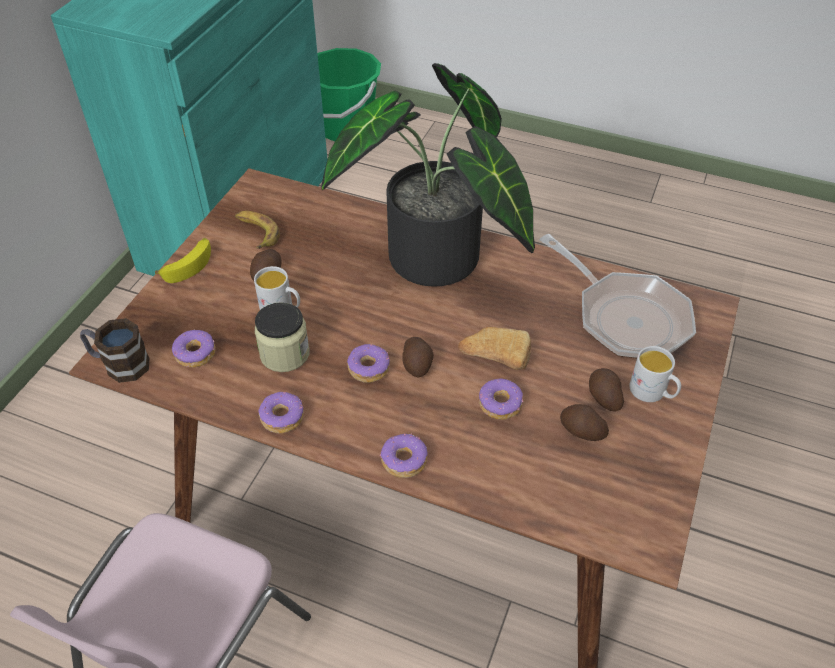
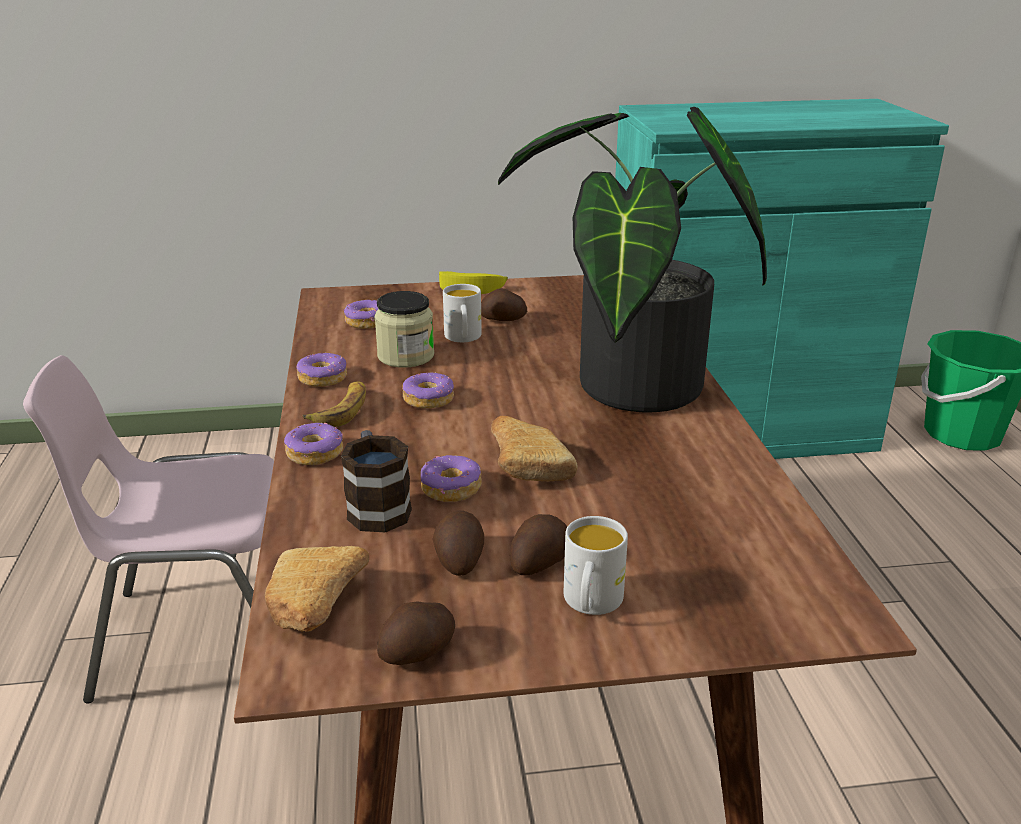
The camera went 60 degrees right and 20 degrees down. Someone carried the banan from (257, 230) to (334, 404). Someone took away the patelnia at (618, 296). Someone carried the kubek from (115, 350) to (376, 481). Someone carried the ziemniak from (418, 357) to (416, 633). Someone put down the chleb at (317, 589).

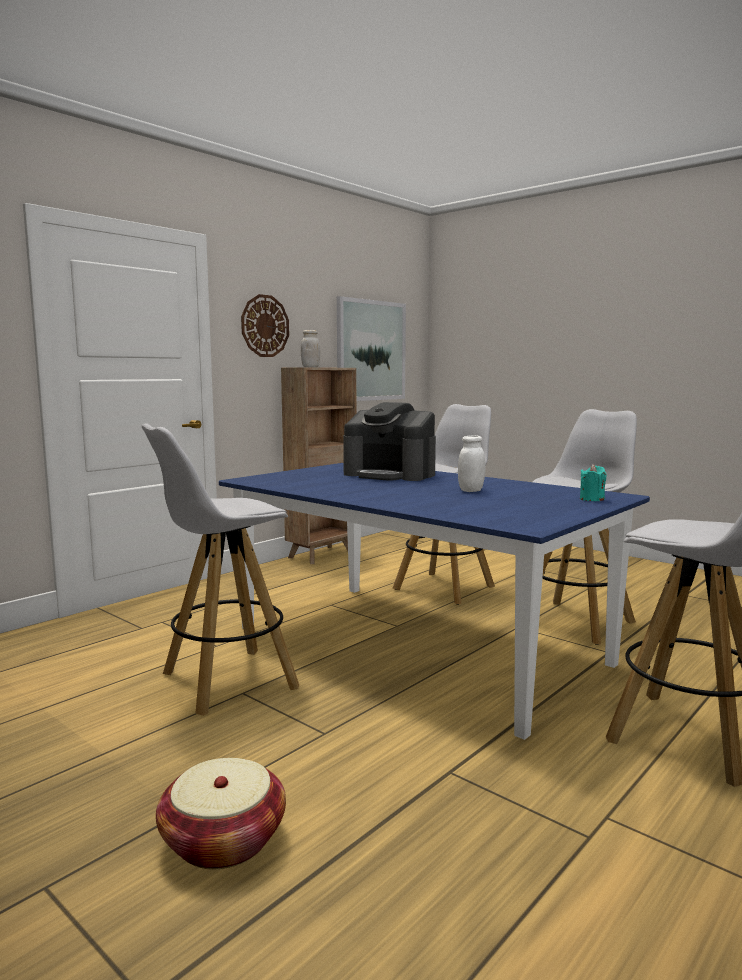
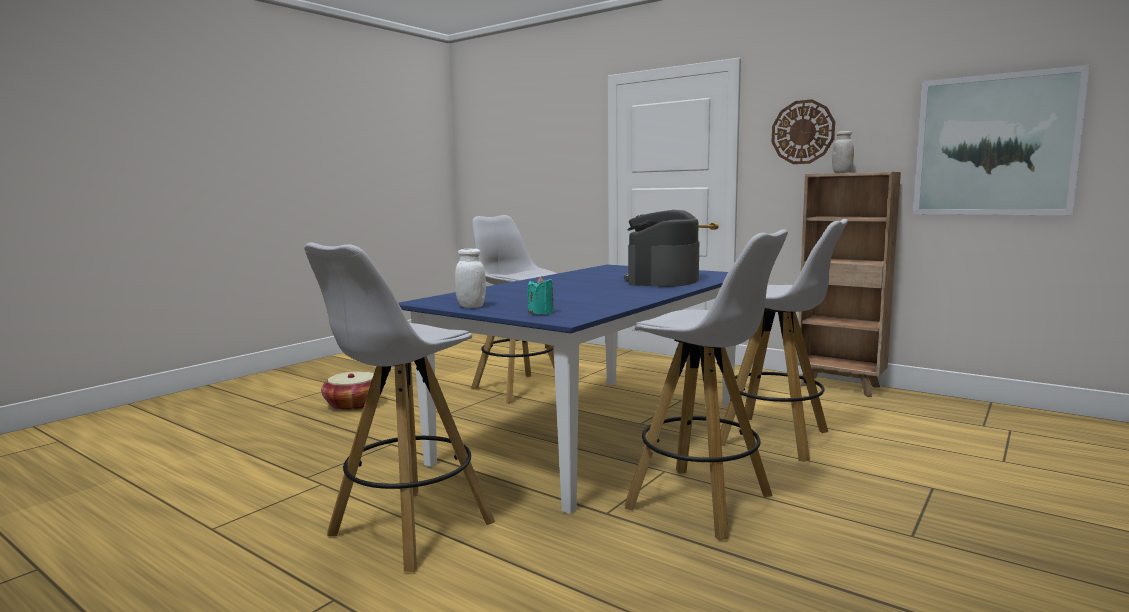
The camera went 85 degrees right and 0 degrees up. Someone carried the słoik (biały) from (472, 463) to (470, 278).

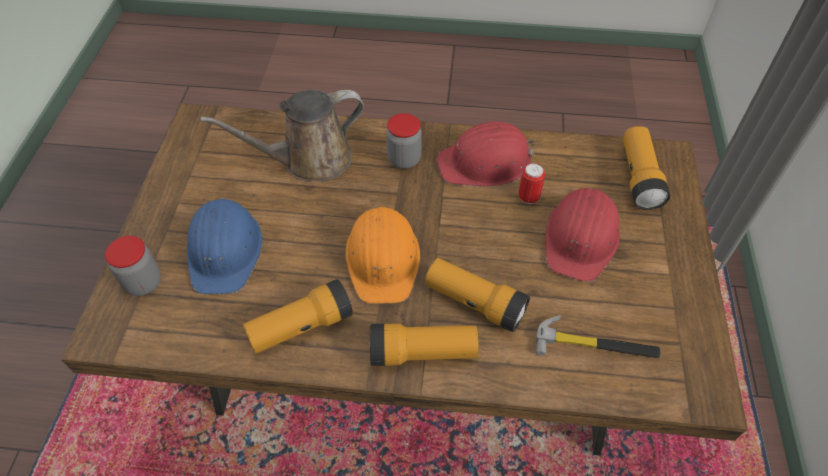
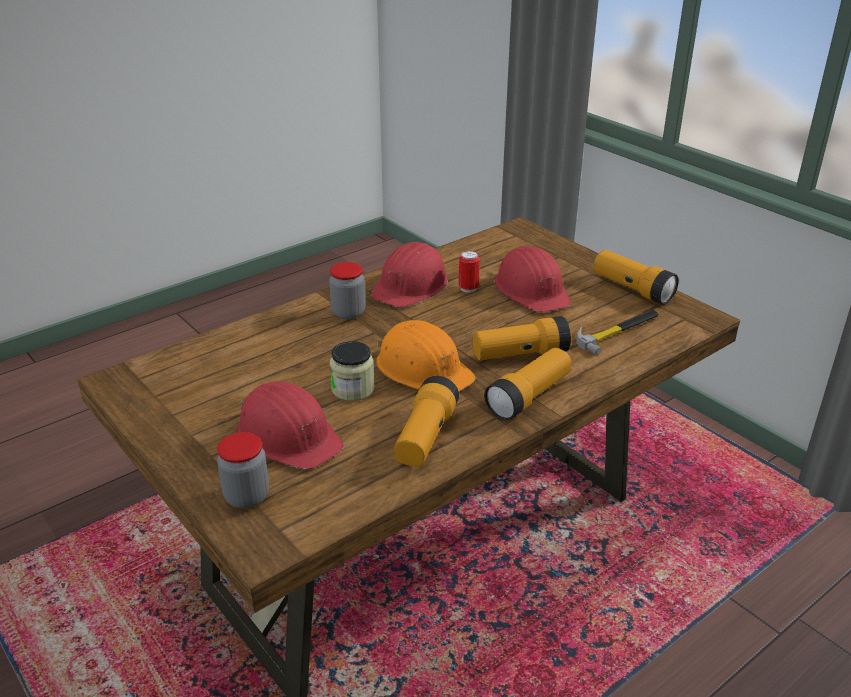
The camera went 45 degrees left and 20 degrees down. Someone took away the konewka (brązowy) at (282, 135). Someone carried the latarka from (646, 168) to (636, 277). Someone repainted the kask (niebieski) at (224, 246), which became the kask (czerwony) at (290, 425). Someone put down the słoik at (352, 371).

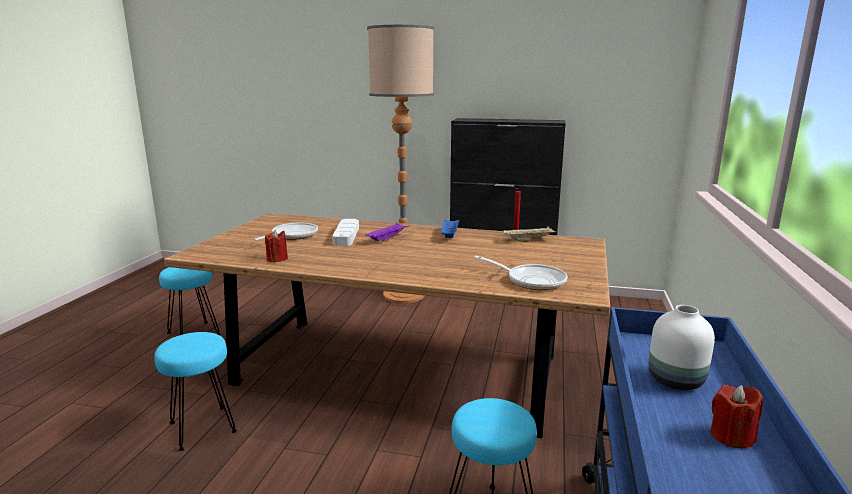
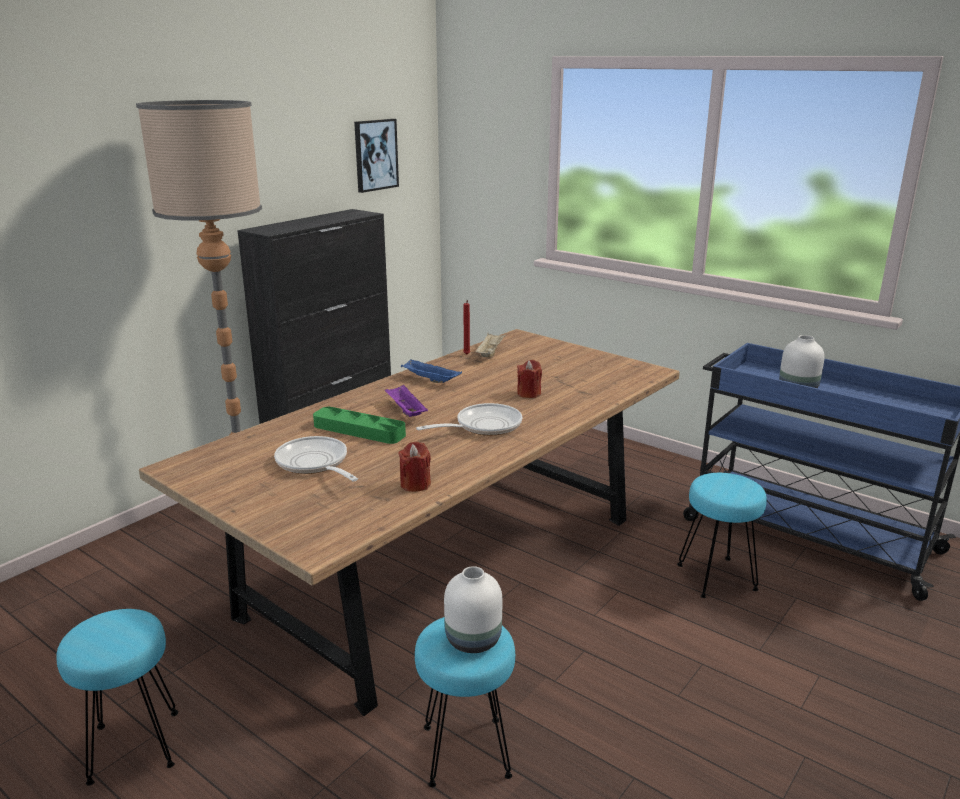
The camera went 65 degrees left and 5 degrees up. Someone repainted the taca (szary) at (345, 232), which became the taca (zielony) at (359, 425). Someone carried the patelnia from (521, 273) to (469, 419). Someone carried the świeca (czerwony) from (736, 416) to (529, 379). Someone put up the obraz at (376, 156). Someone put down the wazon (biały) at (473, 609).

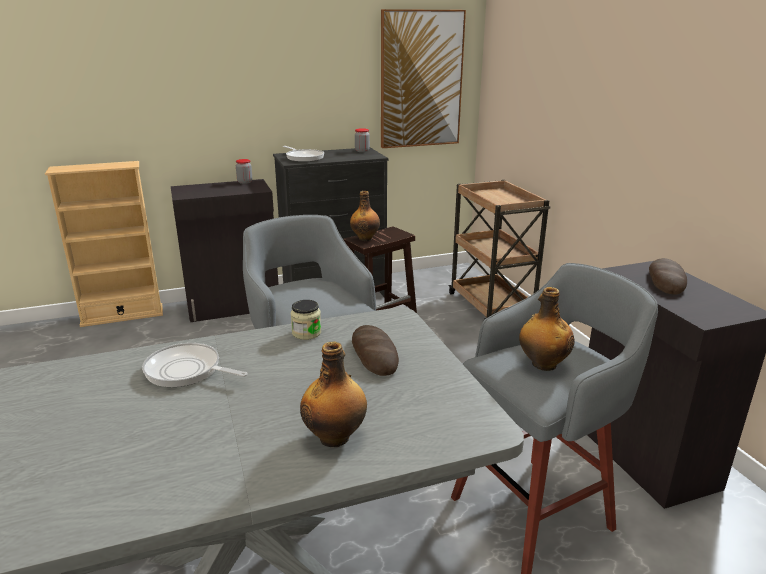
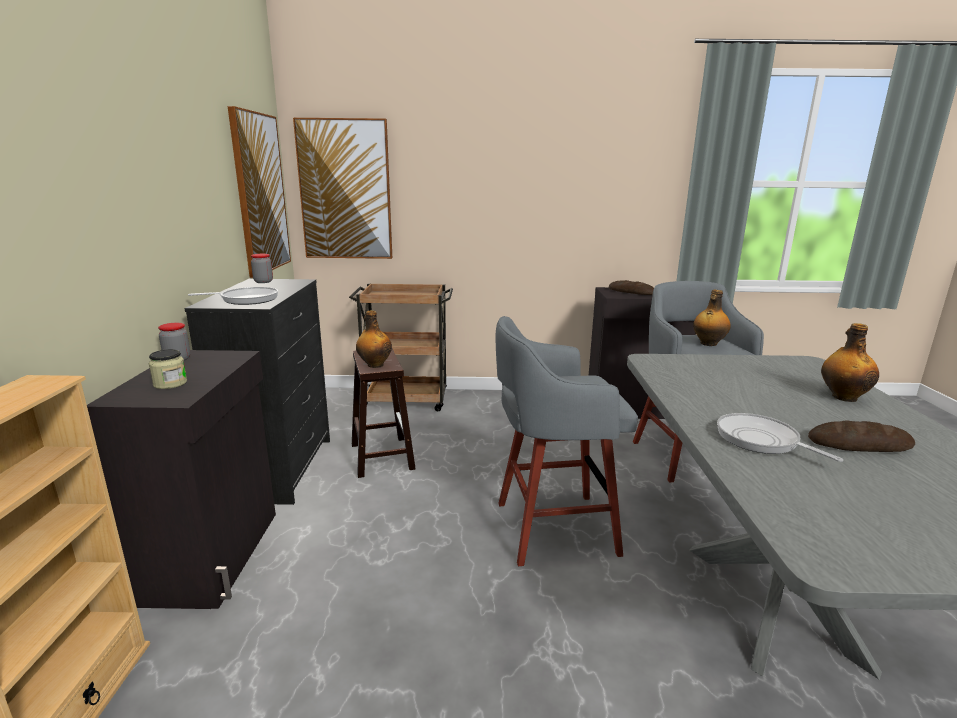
The camera went 70 degrees left and 5 degrees down. Someone carried the słoik from (306, 320) to (168, 369). Someone carried the chleb from (375, 350) to (861, 436). Someone rotated the patelnia at (195, 365) by 105 degrees clockwise. Someone put up the obraz at (342, 188).

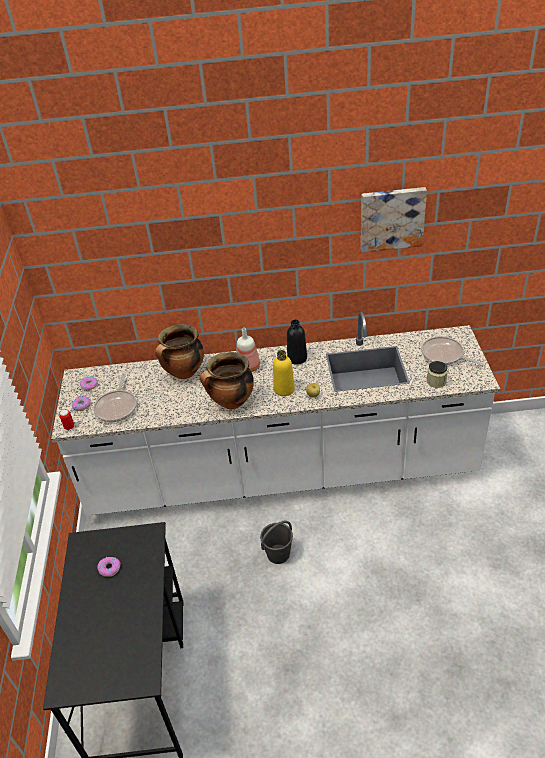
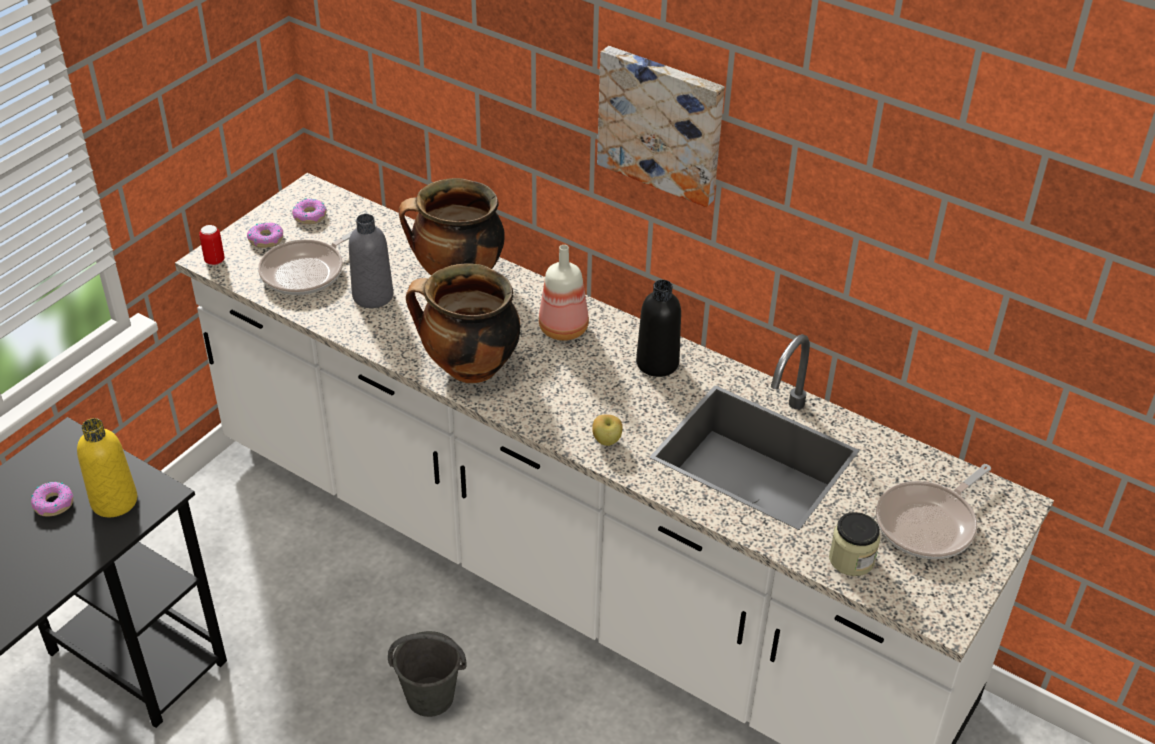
The camera went 35 degrees right and 0 degrees up. Someone carried the obraz from (394, 220) to (661, 126). Someone rotated the patelnia at (452, 351) by 120 degrees counterclockwise. Someone carried the butelka (żółty) from (284, 373) to (107, 467). Someone put down the butelka (szary) at (371, 261).

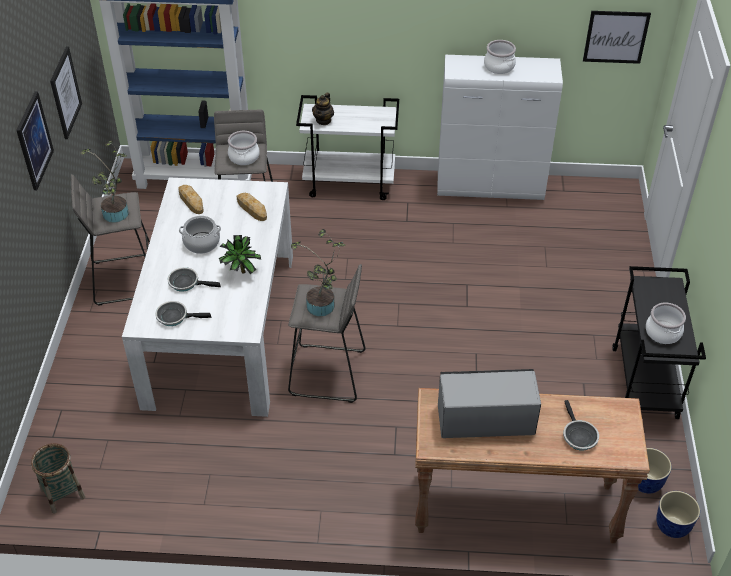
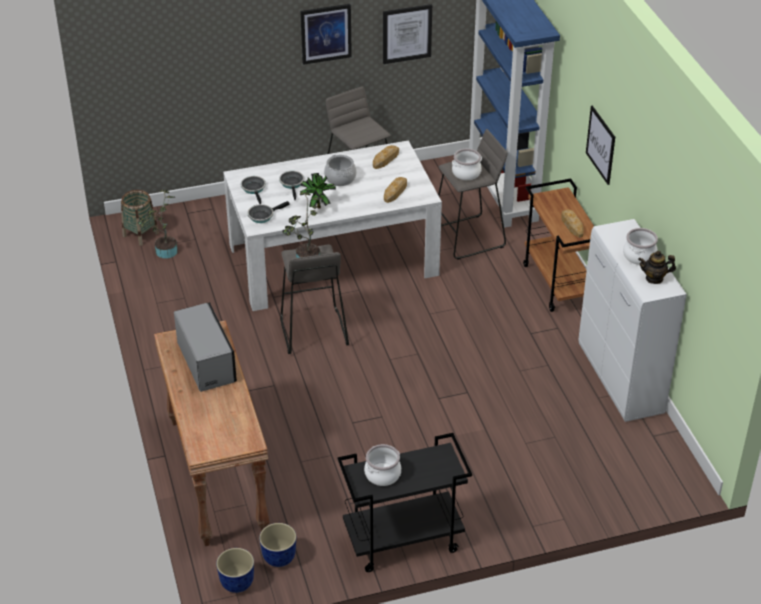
The camera went 70 degrees right and 5 degrees down. Someone carried the obraz from (617, 37) to (600, 145). Someone carried the imbryk from (323, 108) to (657, 267). Someone repainted the wózek (biały) at (347, 147), which became the wózek (brązowy) at (558, 245). Someone carried the roślina doniczkowa from (104, 181) to (158, 224). Someone carried the patelnia from (581, 425) to (269, 212). Someone put down the chleb at (572, 223).

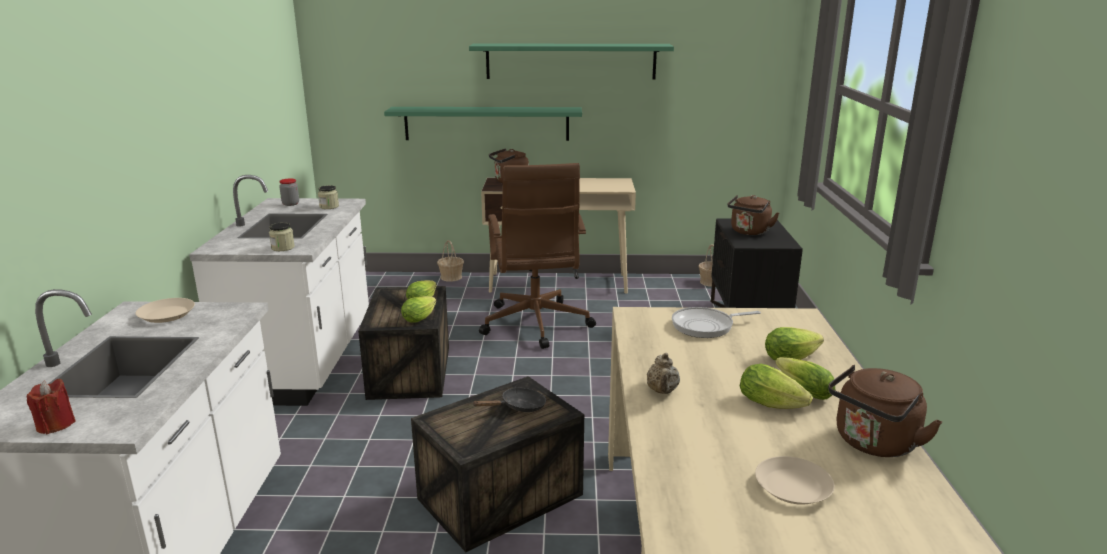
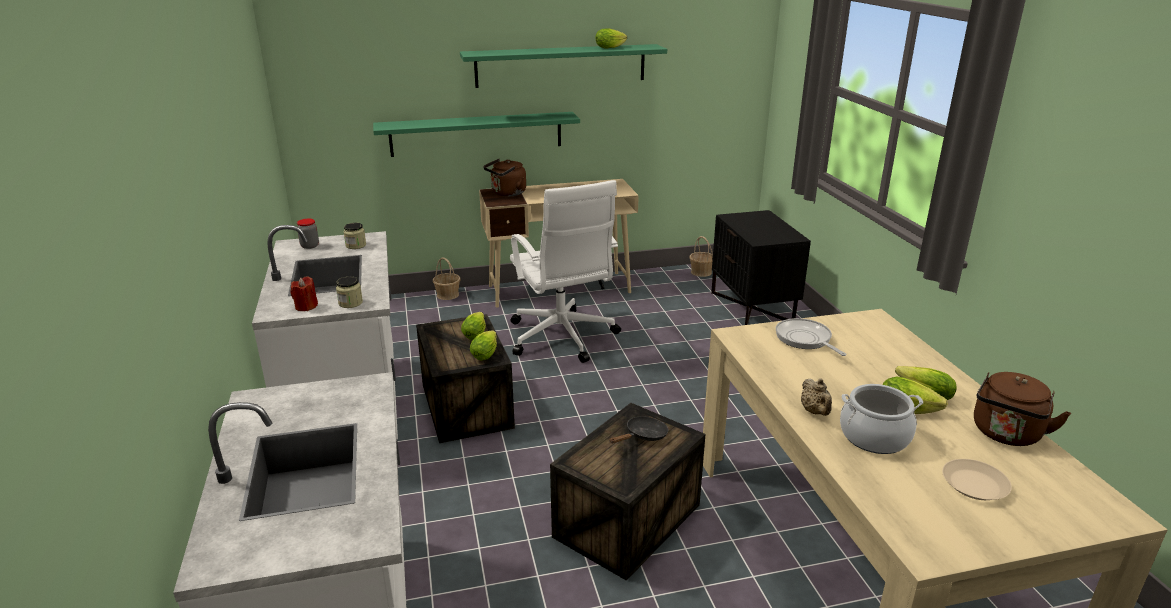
The camera went 15 degrees left and 5 degrees up. Someone repainted the krzesło biurowe (brązowy) at (537, 256), which became the krzesło biurowe (biały) at (565, 271). Someone took away the czajnik (brązowy) at (753, 215). Someone took away the talerz (beżowy) at (165, 310). Someone rotated the patelnia at (716, 322) by 90 degrees clockwise. Someone carried the sałata from (794, 343) to (611, 38). Someone carried the świeca (czerwony) from (51, 406) to (304, 294). Someone put down the garnek at (881, 419).

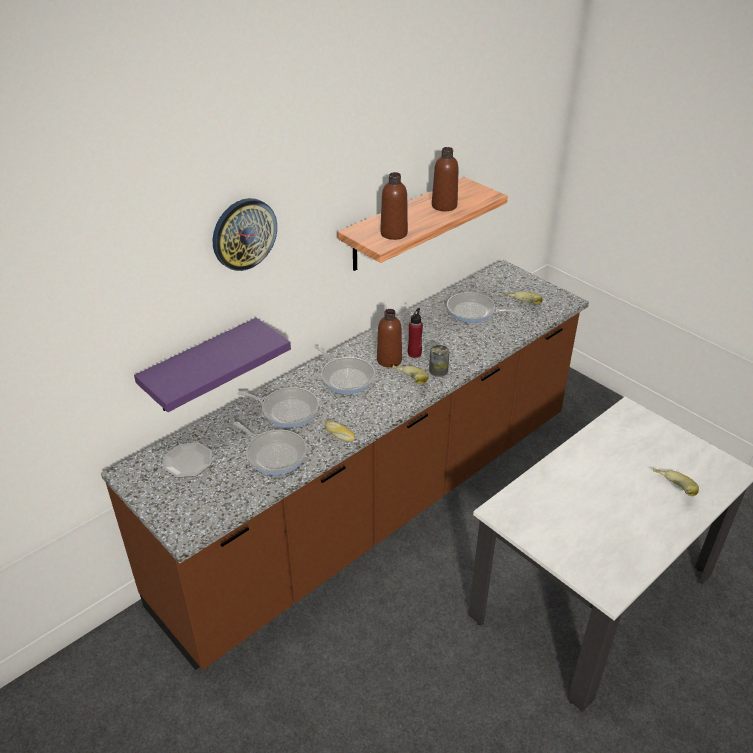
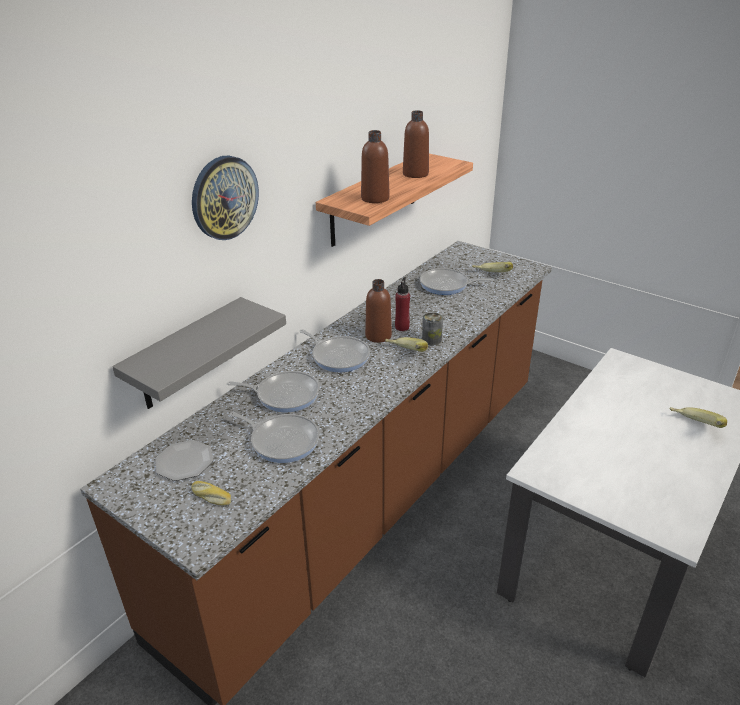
The camera went 10 degrees left and 5 degrees down. Someone repainted the półka (fioletowy) at (212, 365), which became the półka (szary) at (199, 353). Someone carried the chleb from (340, 431) to (211, 493).

